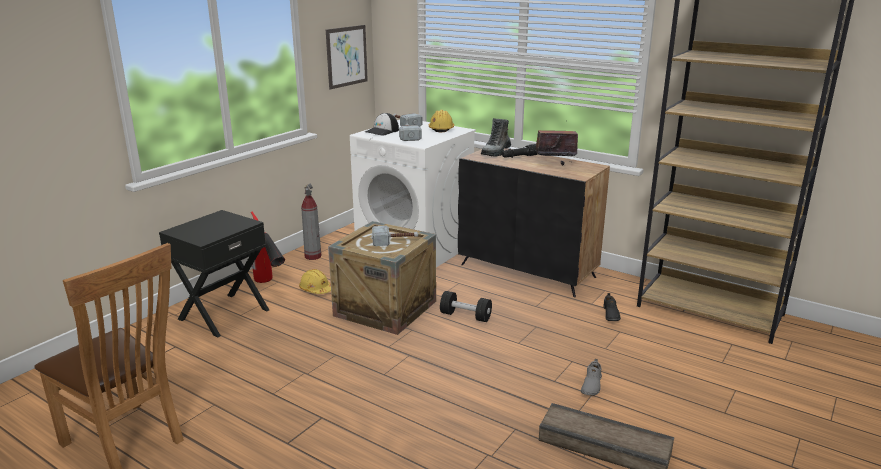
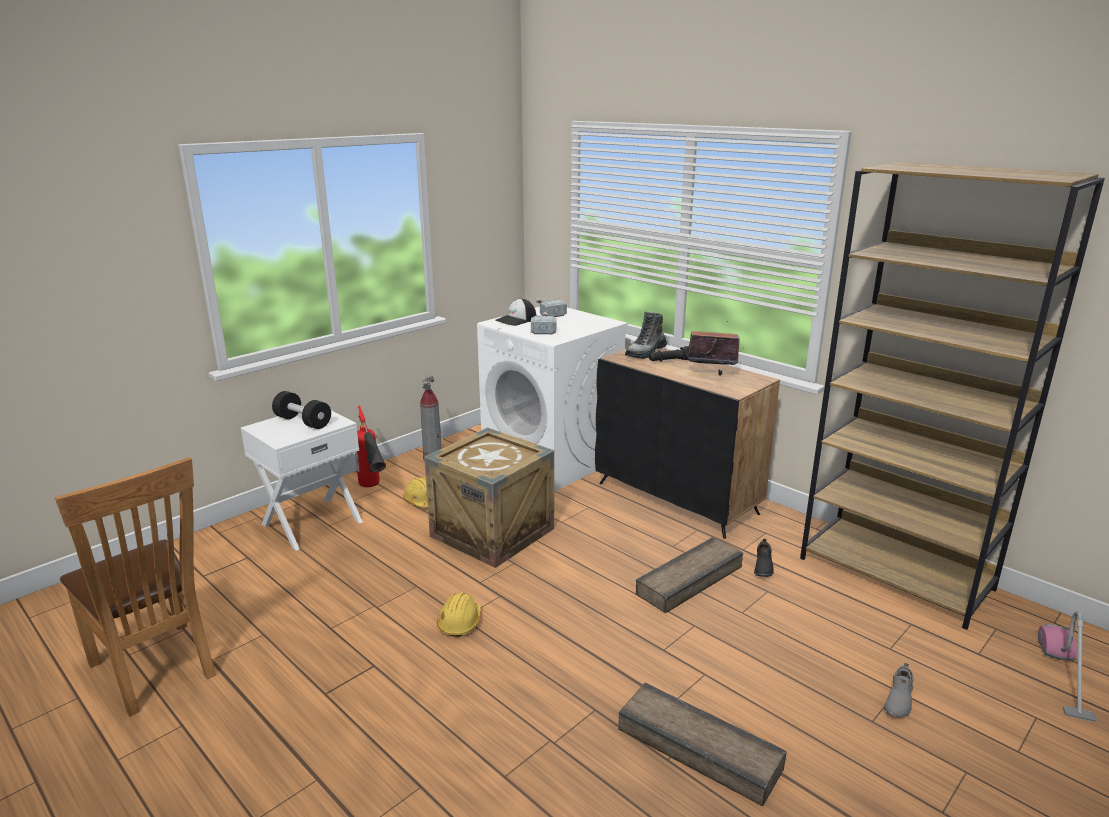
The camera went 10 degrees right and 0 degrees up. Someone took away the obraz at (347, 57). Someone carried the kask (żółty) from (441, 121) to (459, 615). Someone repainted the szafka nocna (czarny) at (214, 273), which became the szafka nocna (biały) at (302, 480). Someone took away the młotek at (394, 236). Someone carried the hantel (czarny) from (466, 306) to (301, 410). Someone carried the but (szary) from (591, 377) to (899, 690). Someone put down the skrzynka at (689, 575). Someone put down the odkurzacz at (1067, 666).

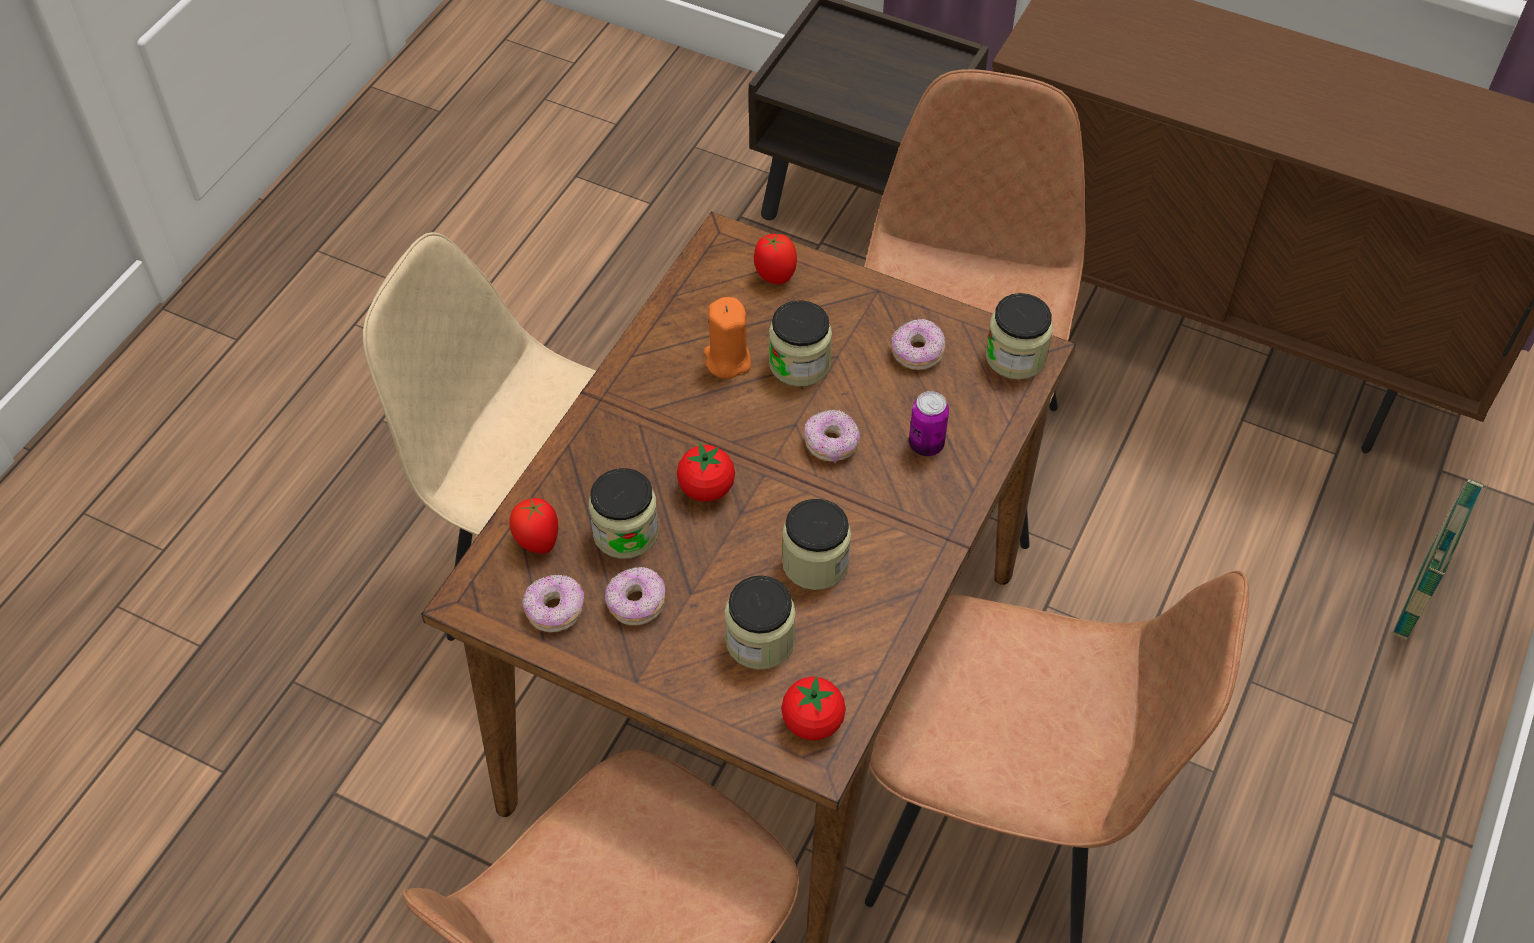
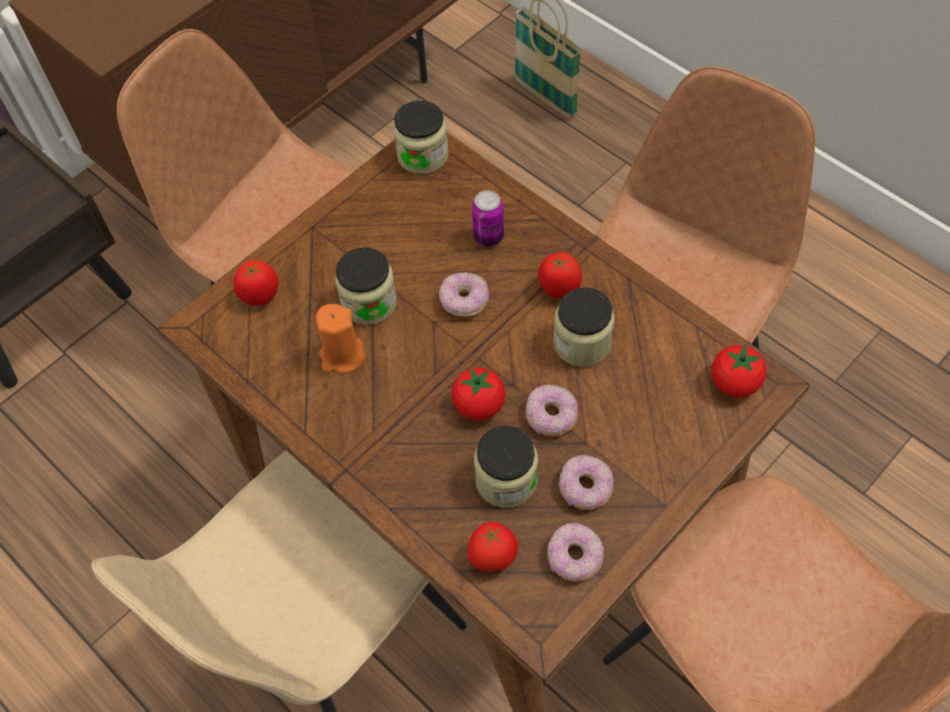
The camera went 70 degrees left and 5 degrees up. Someone carried the donut from (918, 344) to (552, 410). Someone took away the słoik at (760, 622). Someone put down the pomidor at (560, 275).

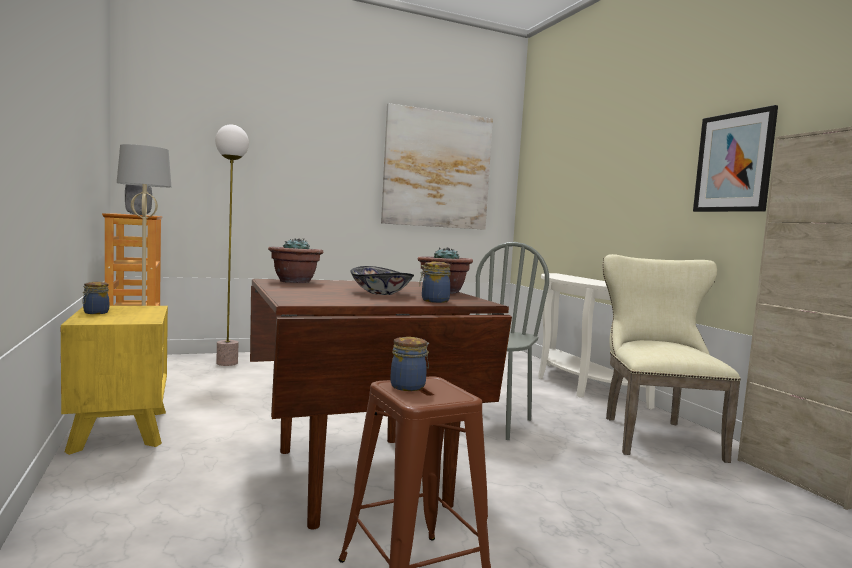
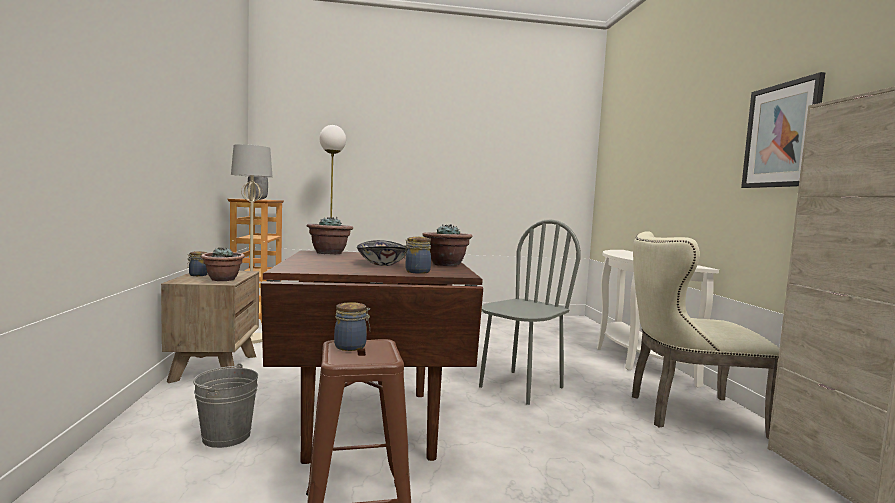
The camera went 15 degrees right and 0 degrees up. Someone took away the obraz at (437, 166). Someone rotated the krzesło (beżowy) at (671, 358) by 105 degrees counterclockwise. Someone repainted the szafka nocna (żółty) at (114, 380), which became the szafka nocna (brązowy) at (210, 327). Someone put down the roślina doniczkowa at (223, 264). Someone put down the wiadro (szary) at (225, 405).

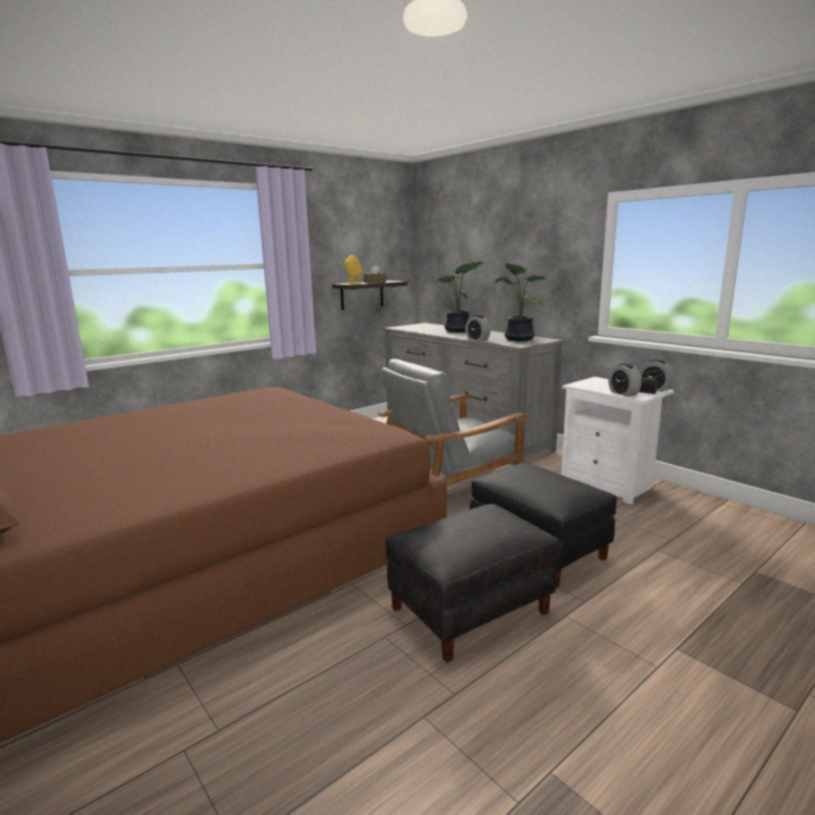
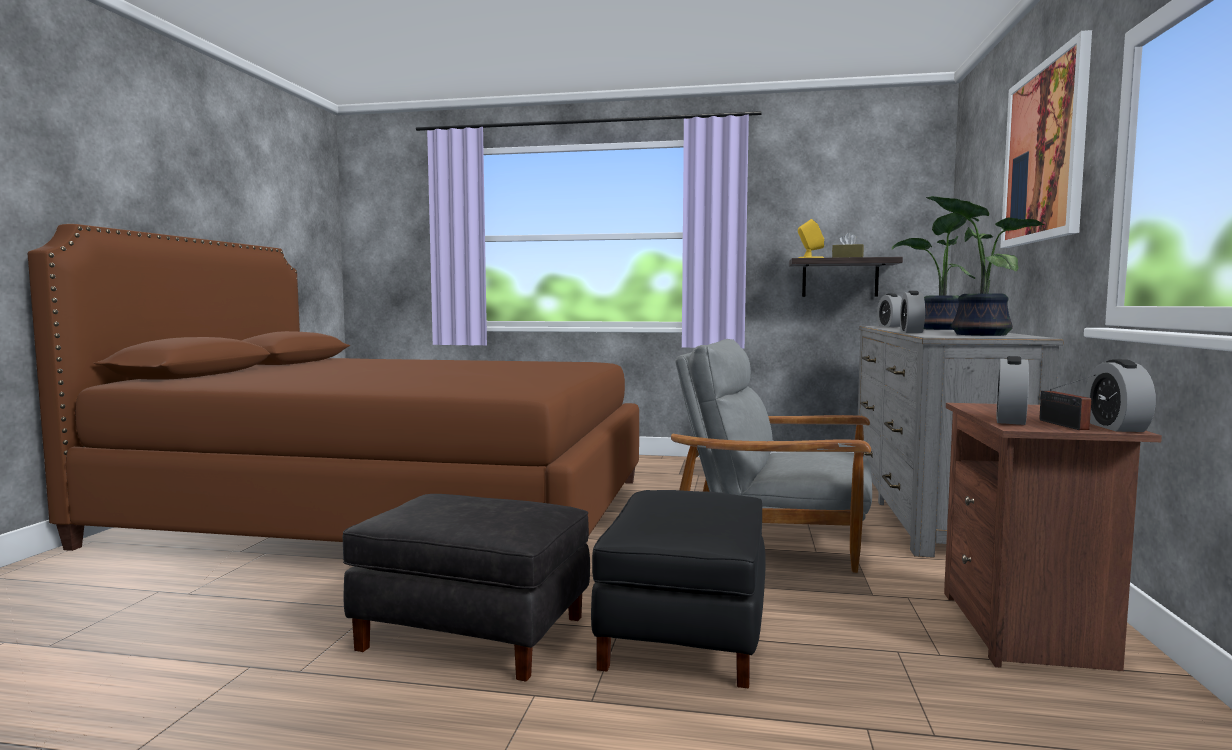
The camera went 50 degrees right and 10 degrees down. Someone repainted the szafka nocna (biały) at (617, 441), which became the szafka nocna (brązowy) at (1053, 537). Someone put up the obraz at (1046, 139). Someone put down the budzik at (889, 310).

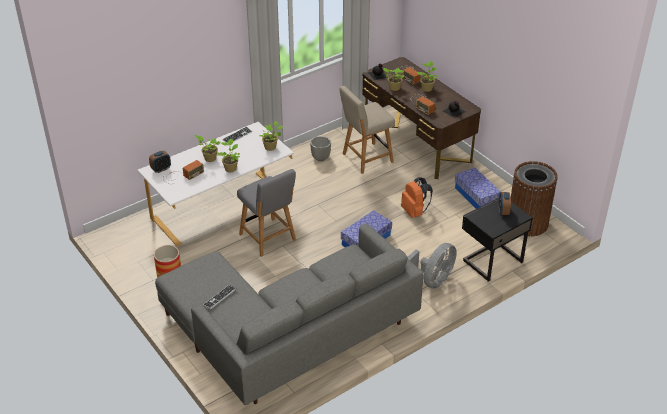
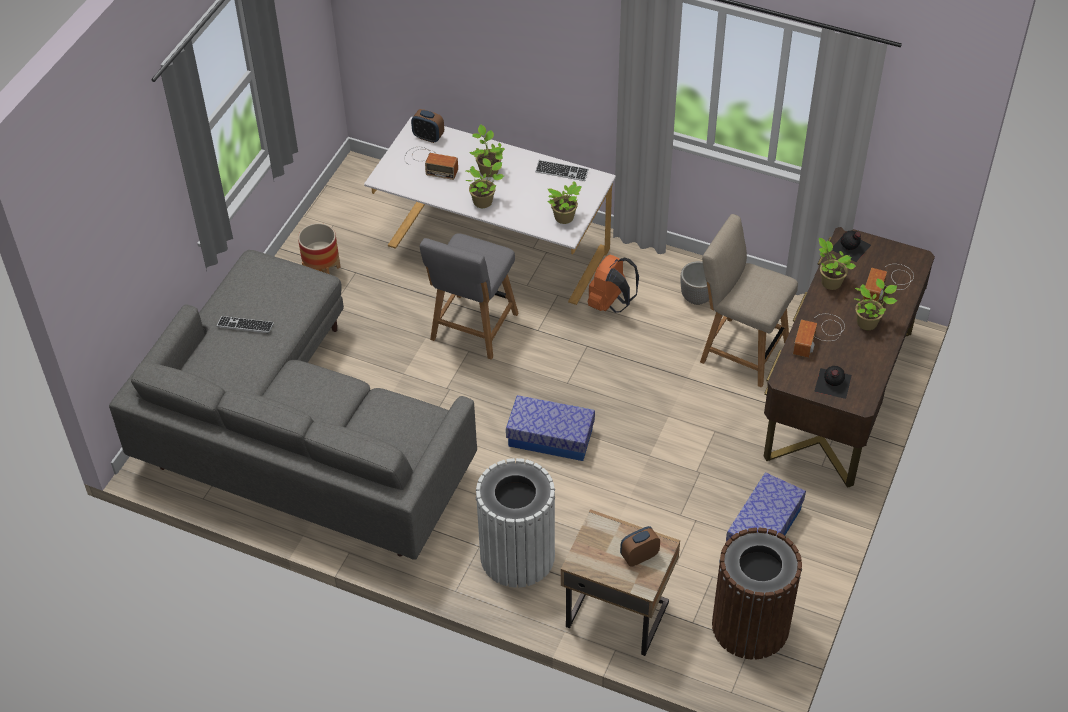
The camera went 60 degrees right and 10 degrees up. Someone carried the plecak (pomarańczowy) from (417, 197) to (613, 284). Someone repainted the szafka nocna (czarny) at (497, 240), which became the szafka nocna (beżowy) at (620, 582). Someone swapped the wentylator (szary) at (432, 266) for the kosz na śmieci (biały) at (515, 523).

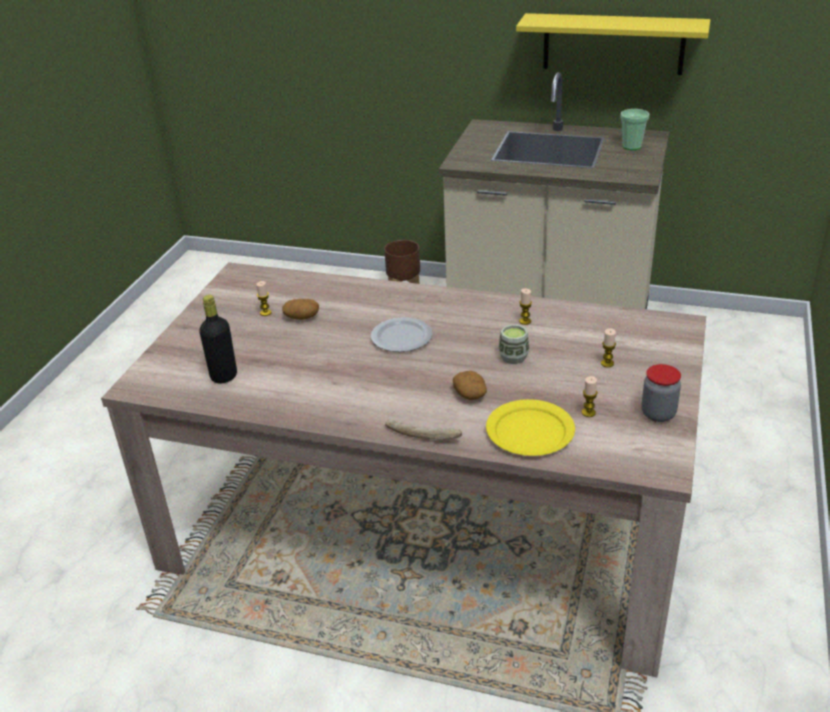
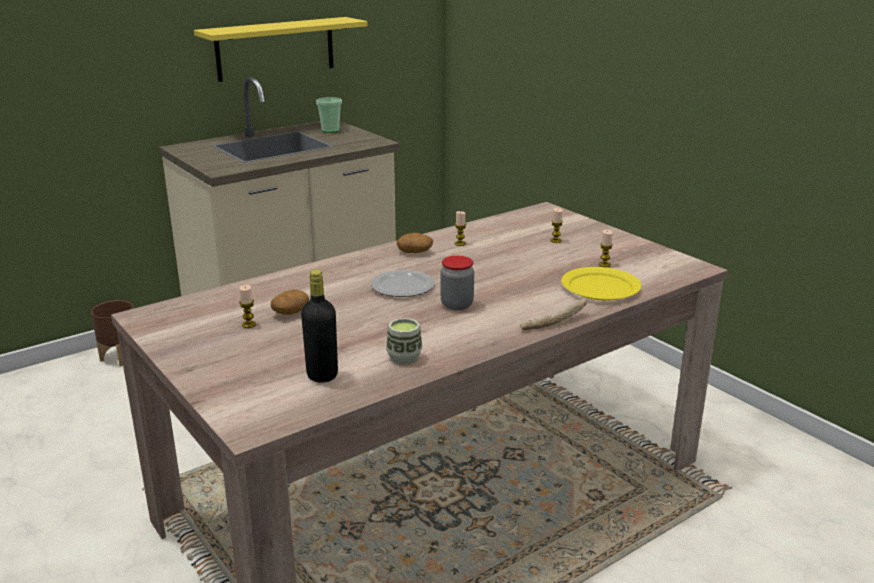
The camera went 55 degrees left and 10 degrees down. Someone carried the filiżanka from (513, 344) to (404, 341). Someone carried the słoik from (661, 393) to (457, 283). Someone carried the ziemniak from (470, 385) to (415, 243).

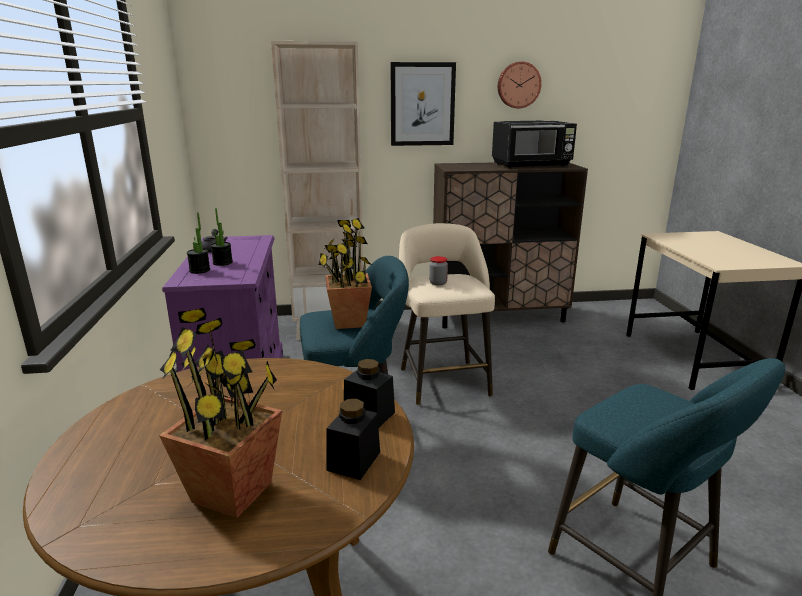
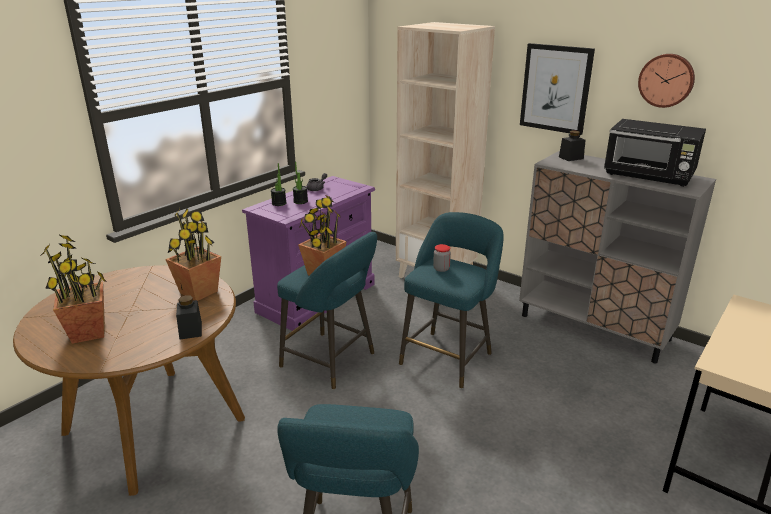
The camera went 45 degrees right and 5 degrees up. Someone repainted the szafka (brązowy) at (510, 245), which became the szafka (szary) at (617, 257). Someone repainted the stołek (beżowy) at (447, 314), which became the stołek (turkusowy) at (451, 300). Someone carried the słoik (czarny) from (353, 439) to (572, 146). Someone put down the roślina doniczkowa at (193, 254).

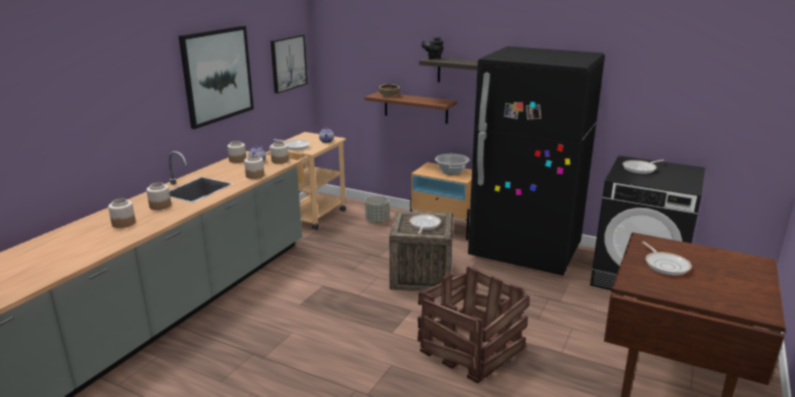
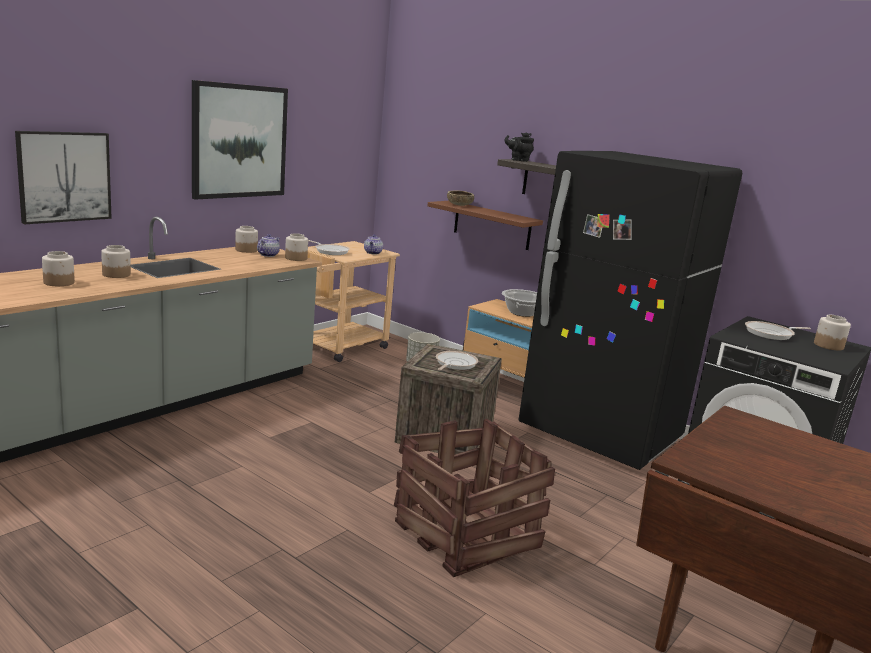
The camera went 10 degrees right and 5 degrees down. Someone carried the obraz from (289, 64) to (63, 177). Someone carried the słoik from (254, 167) to (832, 332). Someone took away the patelnia at (667, 258).

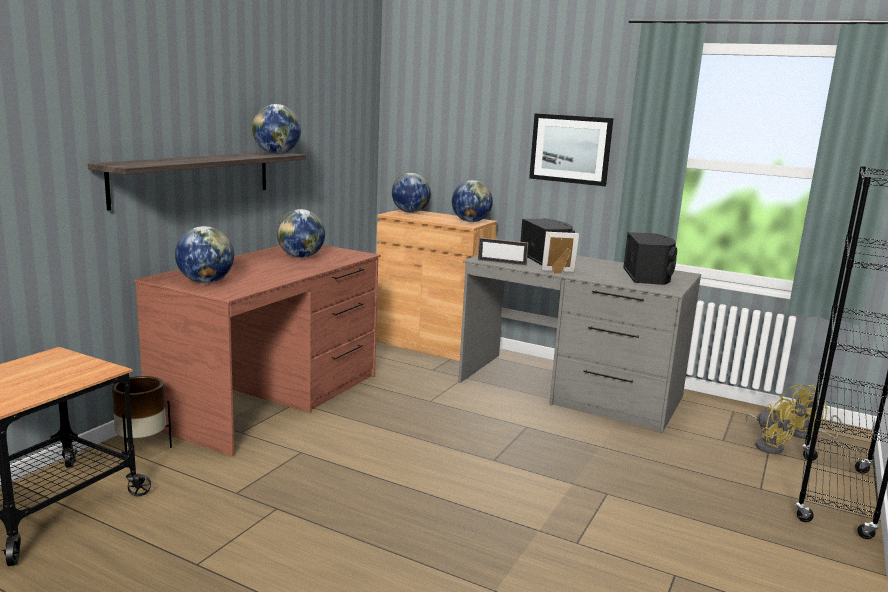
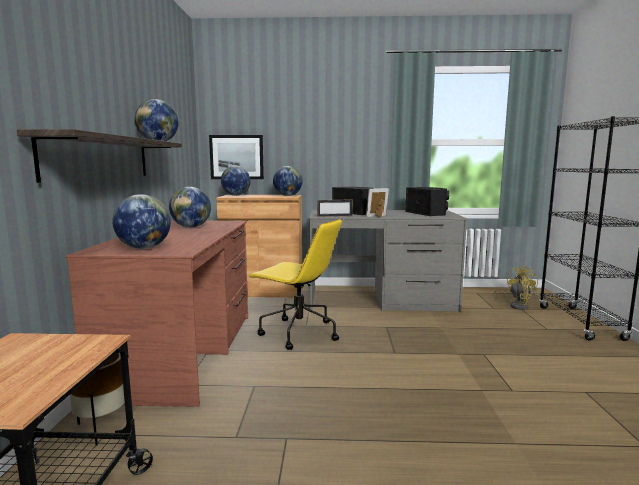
The camera went 25 degrees left and 5 degrees down. Someone carried the obraz from (571, 149) to (236, 157). Someone put down the krzesło biurowe (żółty) at (295, 284).

